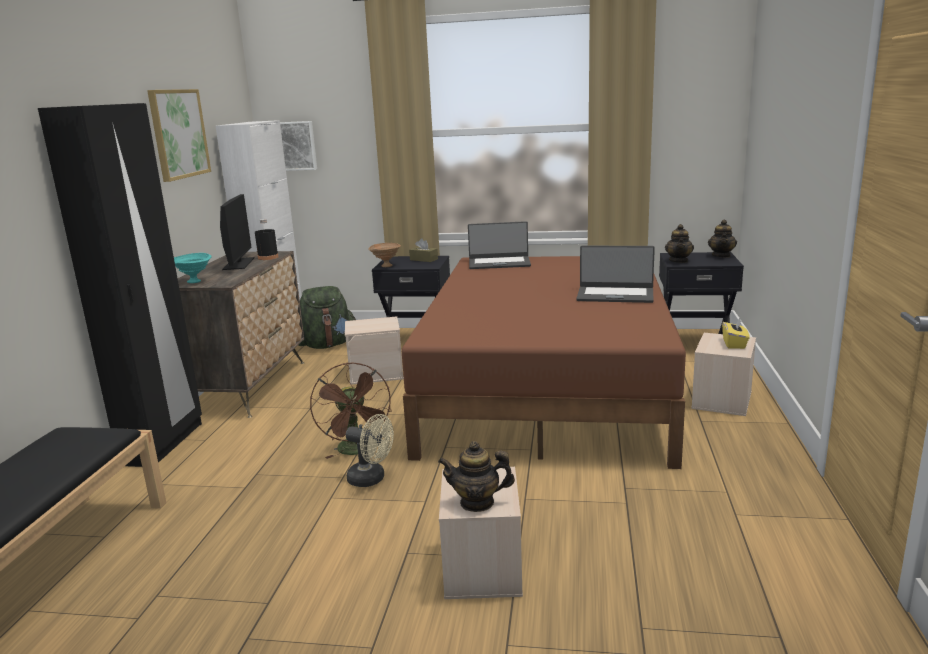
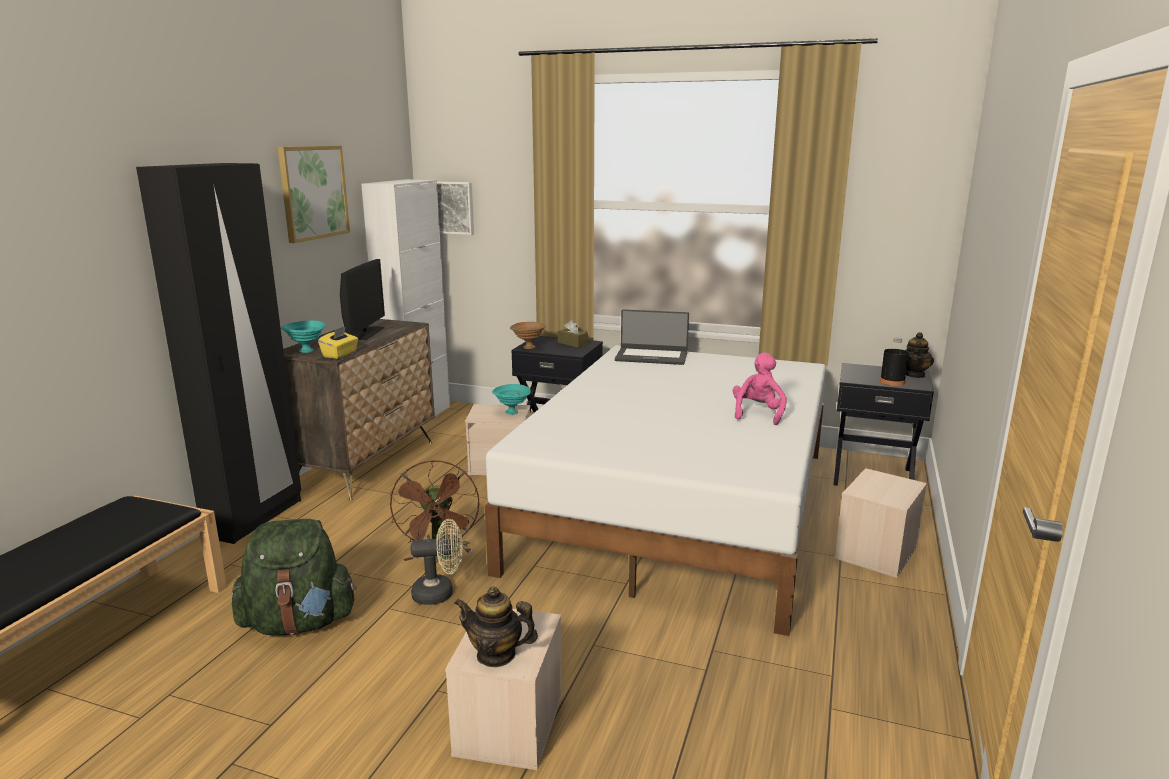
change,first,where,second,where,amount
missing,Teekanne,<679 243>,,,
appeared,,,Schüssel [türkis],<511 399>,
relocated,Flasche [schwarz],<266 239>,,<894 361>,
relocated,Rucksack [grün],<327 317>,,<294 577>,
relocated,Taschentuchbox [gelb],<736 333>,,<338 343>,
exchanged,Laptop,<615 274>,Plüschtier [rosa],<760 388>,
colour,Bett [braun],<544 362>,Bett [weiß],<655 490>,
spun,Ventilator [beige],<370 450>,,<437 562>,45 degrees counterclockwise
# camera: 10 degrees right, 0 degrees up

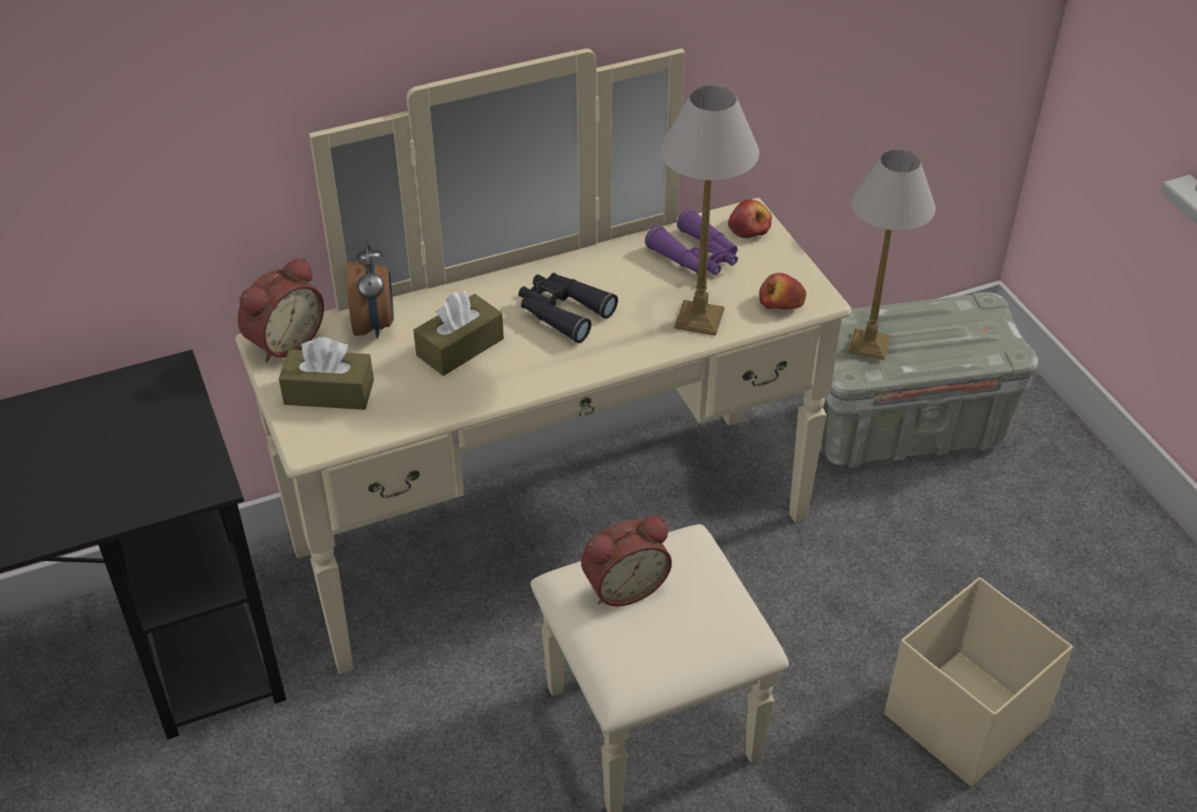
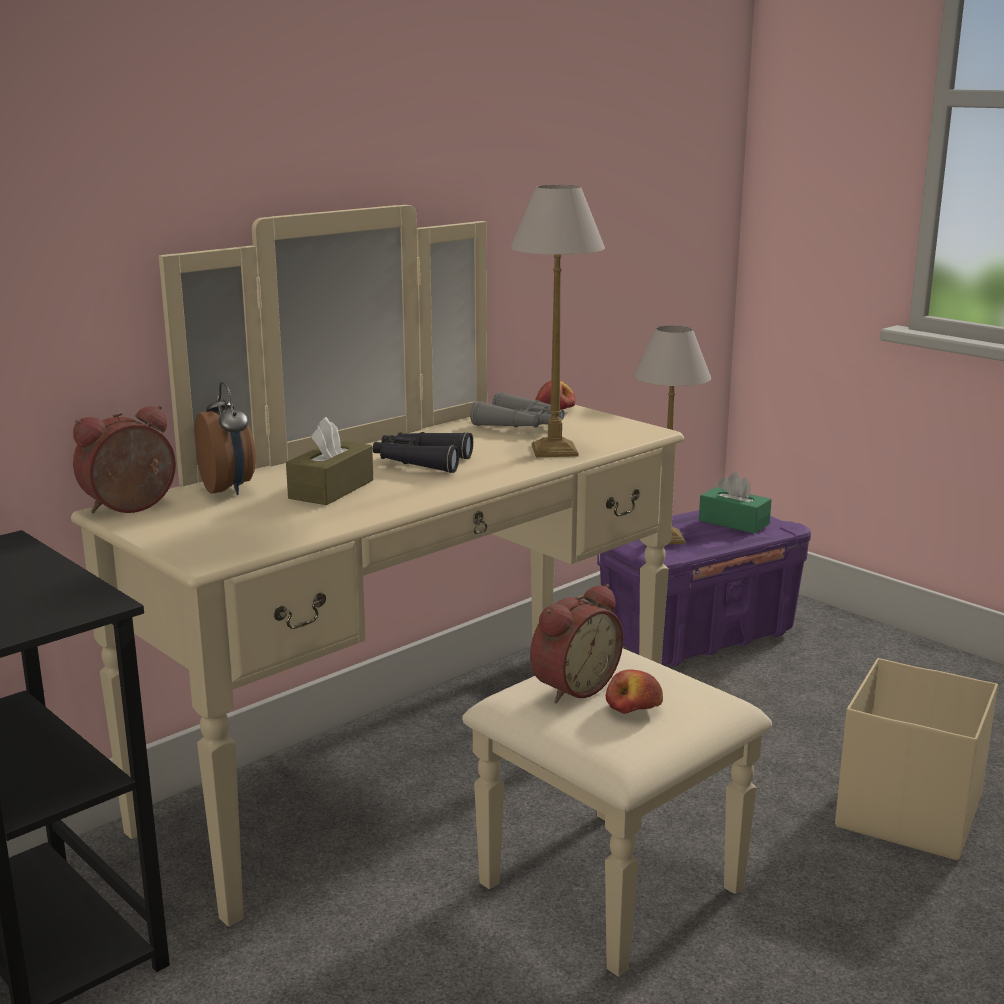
change,first,where,second,where,amount
missing,Taschentuchbox [braun],<326 373>,,,
appeared,,,Taschentuchbox [grün],<735 503>,
relocated,Apfel,<782 291>,,<634 692>,
colour,Fernglas [lila],<691 242>,Fernglas [grau],<517 410>,
colour,Aufbewahrungsbox [grau],<929 380>,Aufbewahrungsbox [lila],<704 588>,
spun,Wecker,<281 309>,,<124 459>,150 degrees counterclockwise
# camera: 20 degrees left, 25 degrees down

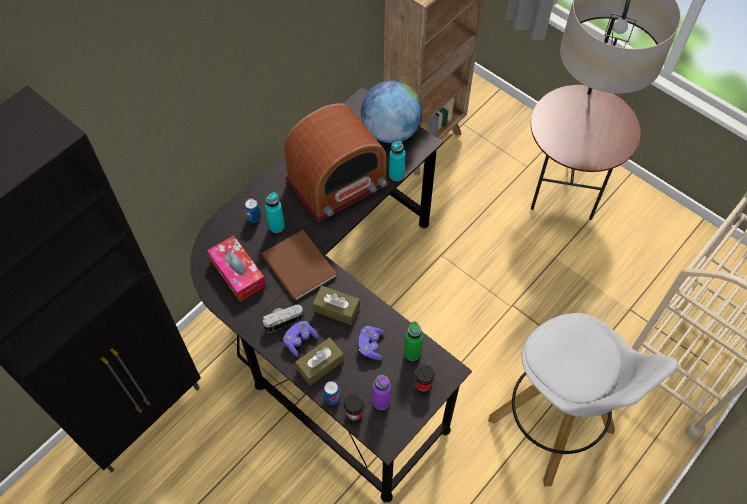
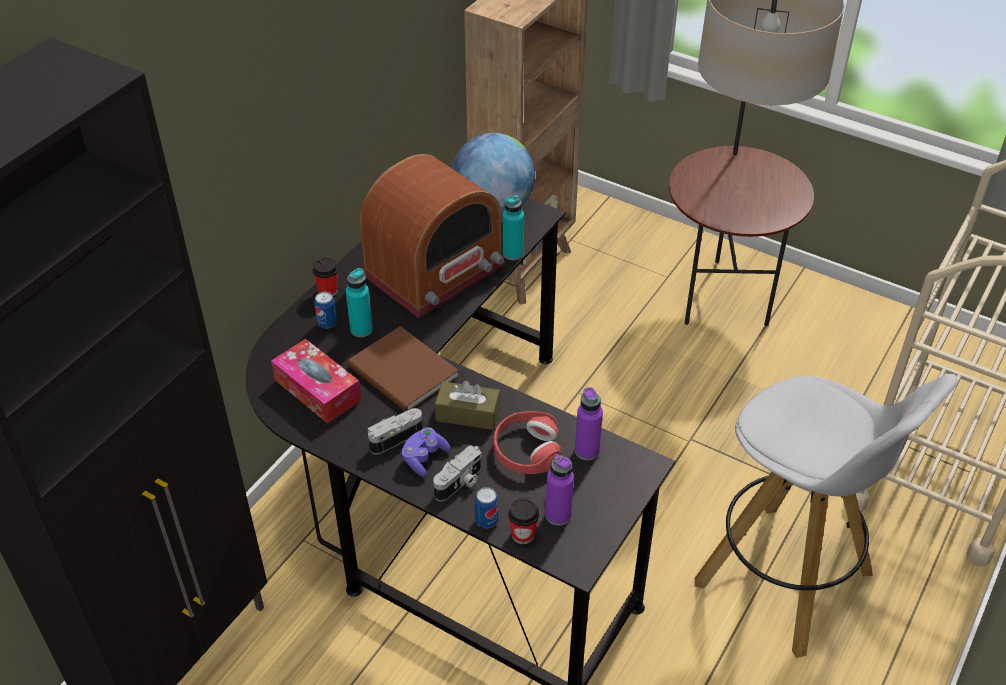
change,first,where,second,where,amount
relocated,Tasse,<424 378>,,<325 277>,
exchanged,Taschentuchbox [braun],<319 361>,Kamera,<457 473>,
exchanged,Gamepad [lila],<372 343>,Kopfhörer [rot],<528 442>,
colour,Flasche [grün],<413 341>,Flasche [lila],<589 423>,
# camera: 10 degrees left, 15 degrees down

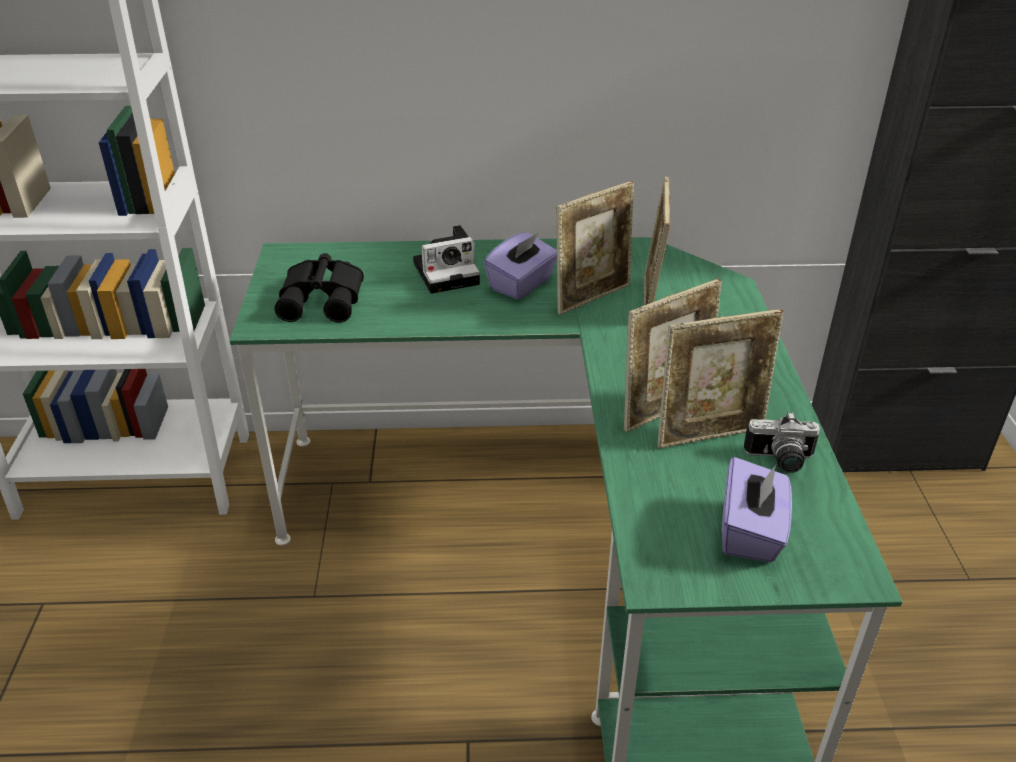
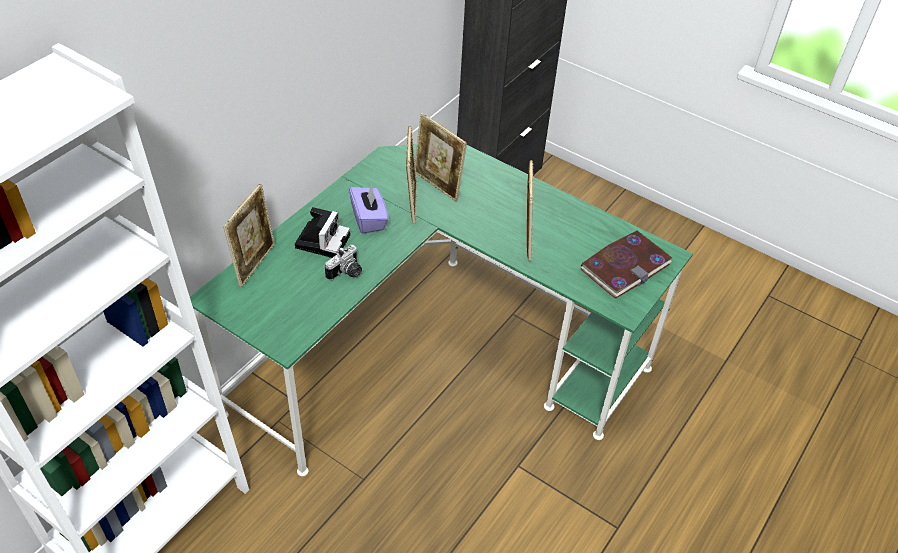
change,first,where,second,where,amount
missing,Fernglas [schwarz],<319 288>,,,
relocated,Bilderrahmen,<720 379>,,<249 235>,
relocated,Kamera,<782 442>,,<343 262>,
exchanged,Taschentuchbox [lila],<757 509>,Buch,<626 265>,
# camera: 55 degrees left, 10 degrees up

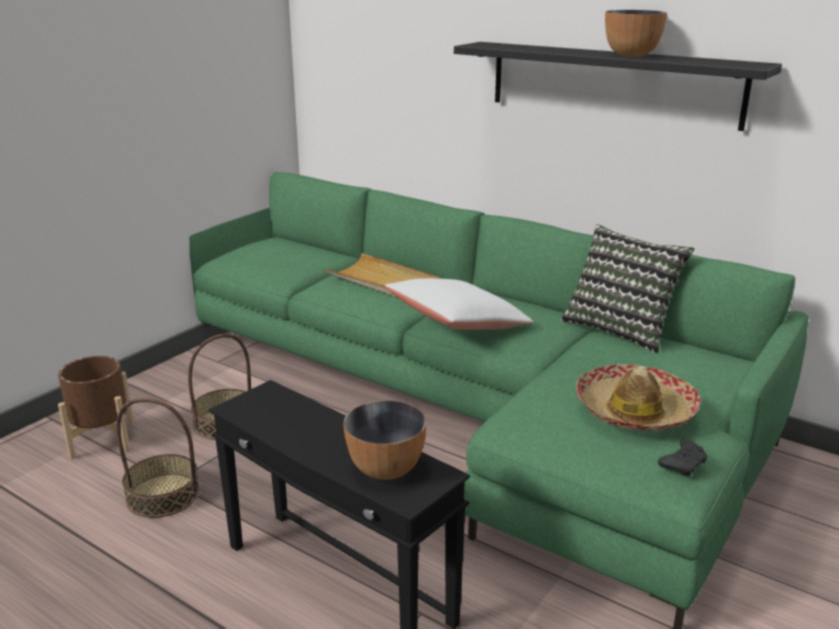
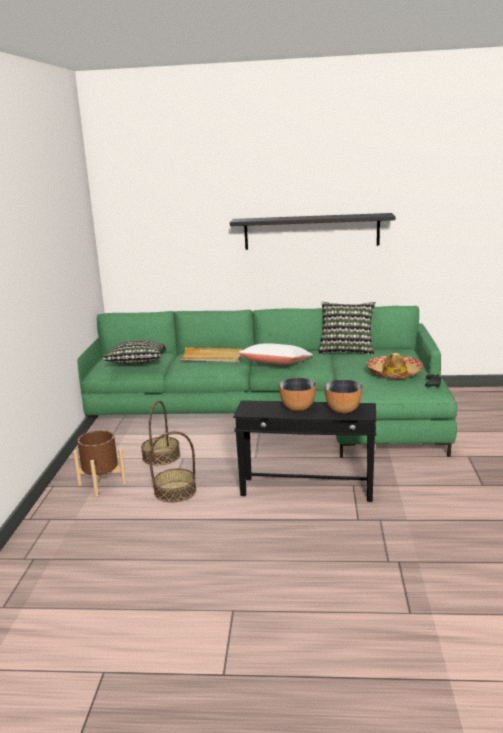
change,first,where,second,where,amount
appeared,,,Kissen,<134 352>,
relocated,Schüssel,<636 33>,,<297 394>,
# camera: 30 degrees left, 5 degrees down

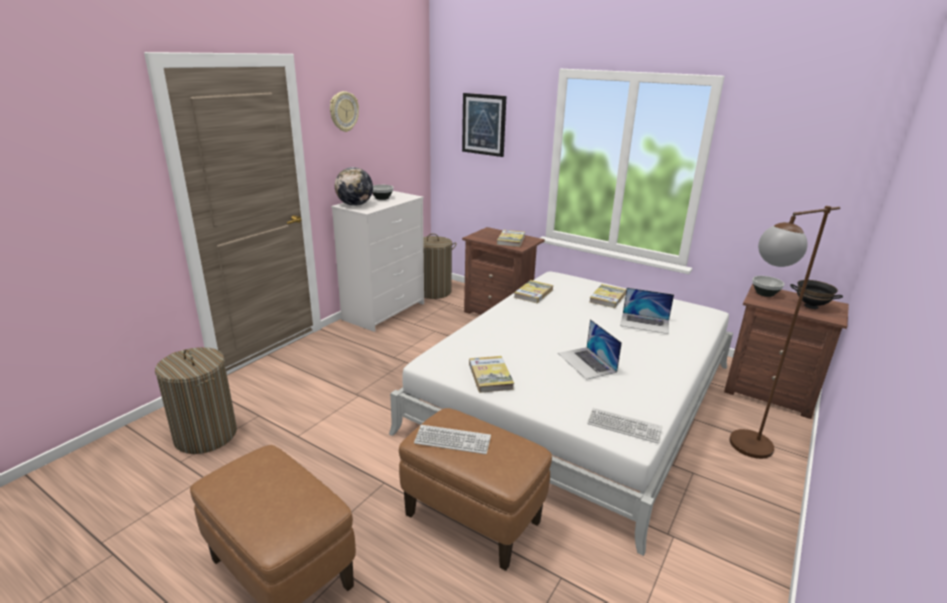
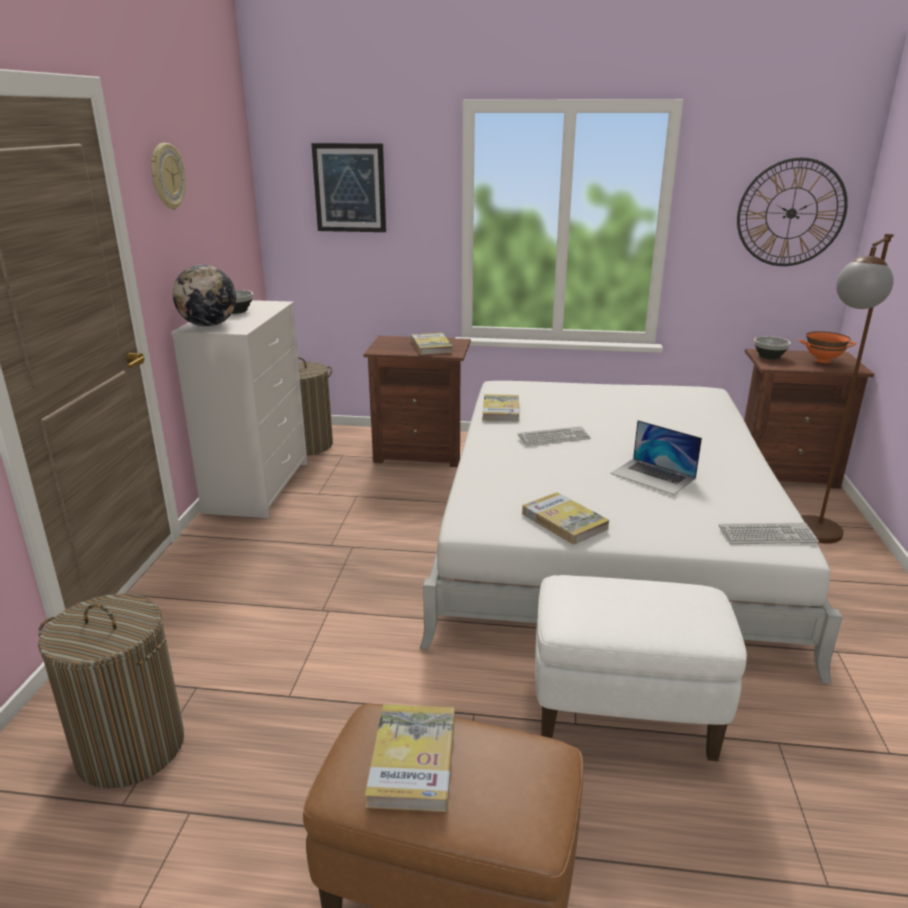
change,first,where,second,where,amount
missing,Laptop,<647 311>,,,
appeared,,,Wanduhr,<792 211>,
relocated,Tastatur,<452 439>,,<554 436>,
relocated,Buch,<608 296>,,<410 758>,
colour,Polsterhocker [braun],<475 489>,Polsterhocker [weiß],<641 668>,
colour,Schüssel [schwarz],<816 294>,Schüssel [orange],<827 347>,
# camera: 25 degrees left, 0 degrees up

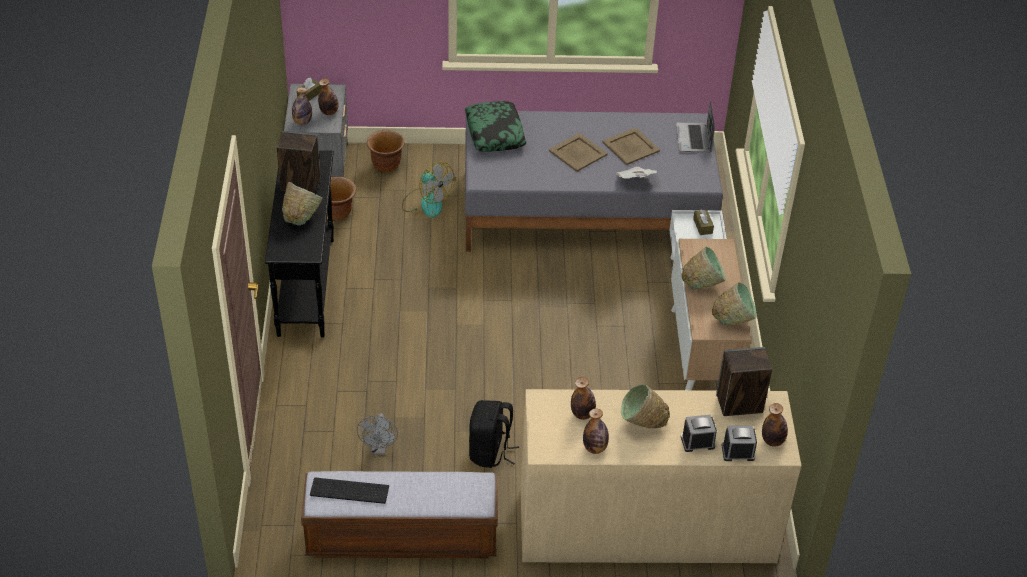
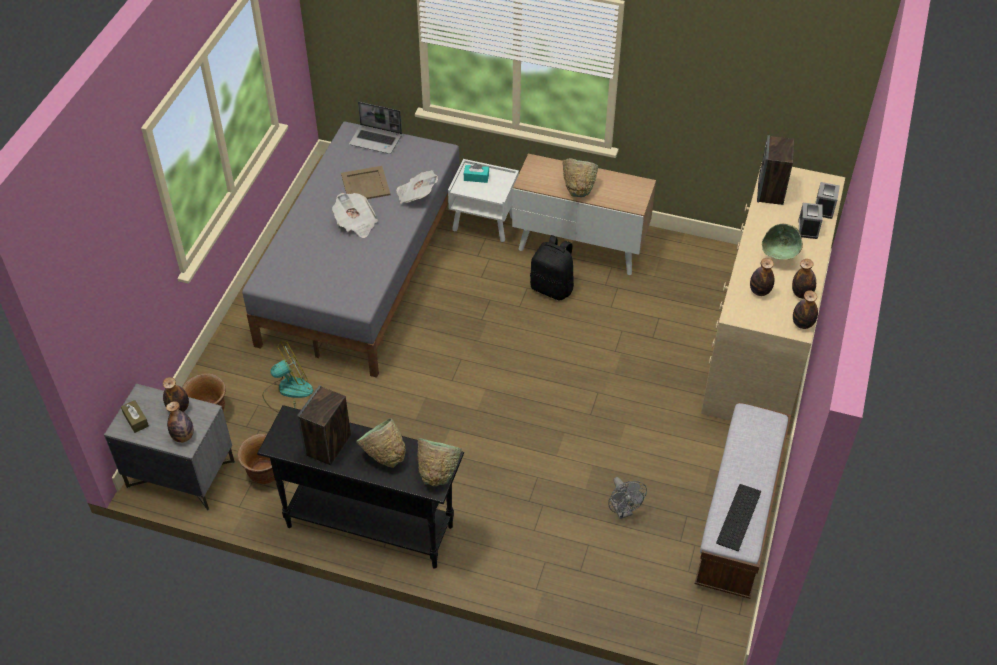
change,first,where,second,where,amount
missing,Kissen,<495 126>,,,
relocated,Rucksack [schwarz],<494 434>,,<552 267>,
relocated,Schüssel [grün],<734 303>,,<439 462>,
relocated,Flasche,<775 425>,,<805 309>,
exchanged,Tablett [beige],<578 152>,Zeitung,<355 215>,
colour,Taschentuchbox [braun],<703 222>,Taschentuchbox [türkis],<476 173>,
spun,Ventilator [grau],<377 434>,,<627 498>,45 degrees clockwise
# camera: 70 degrees left, 5 degrees up

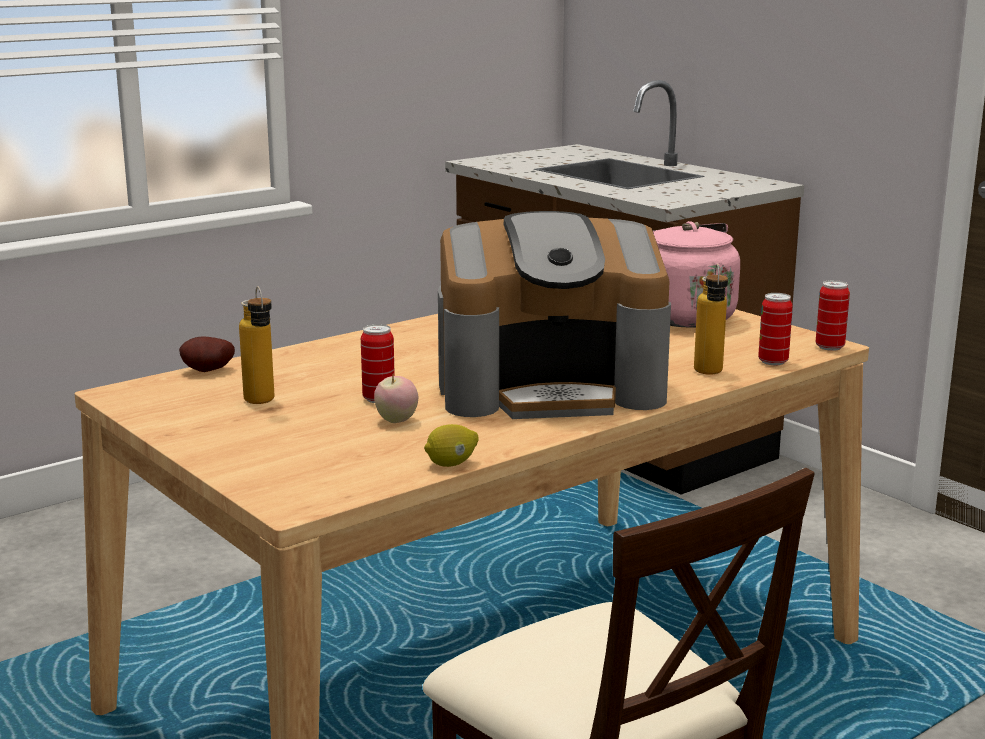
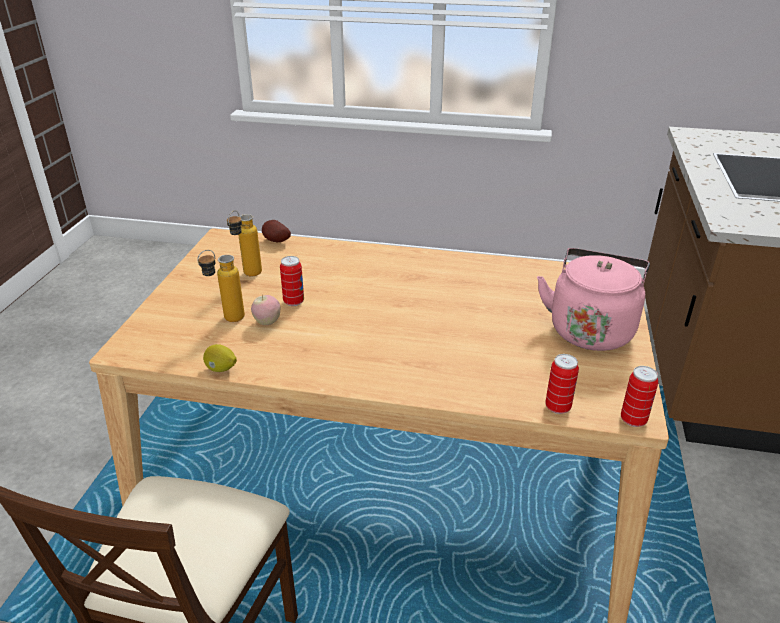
change,first,where,second,where,amount
missing,Kaffeemaschine,<554 315>,,,
relocated,Flasche,<711 319>,,<221 286>,
# camera: 50 degrees right, 15 degrees up

